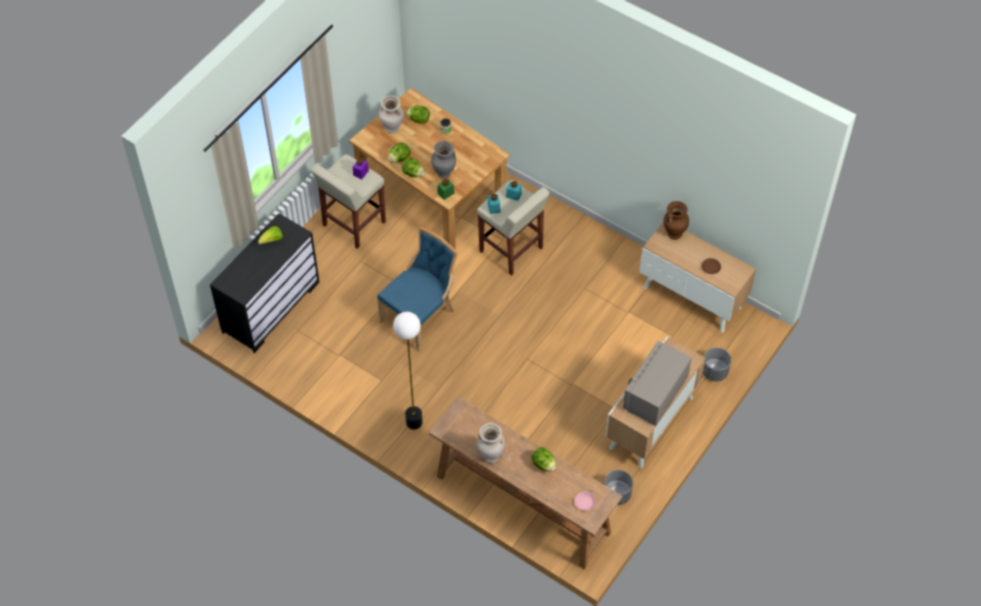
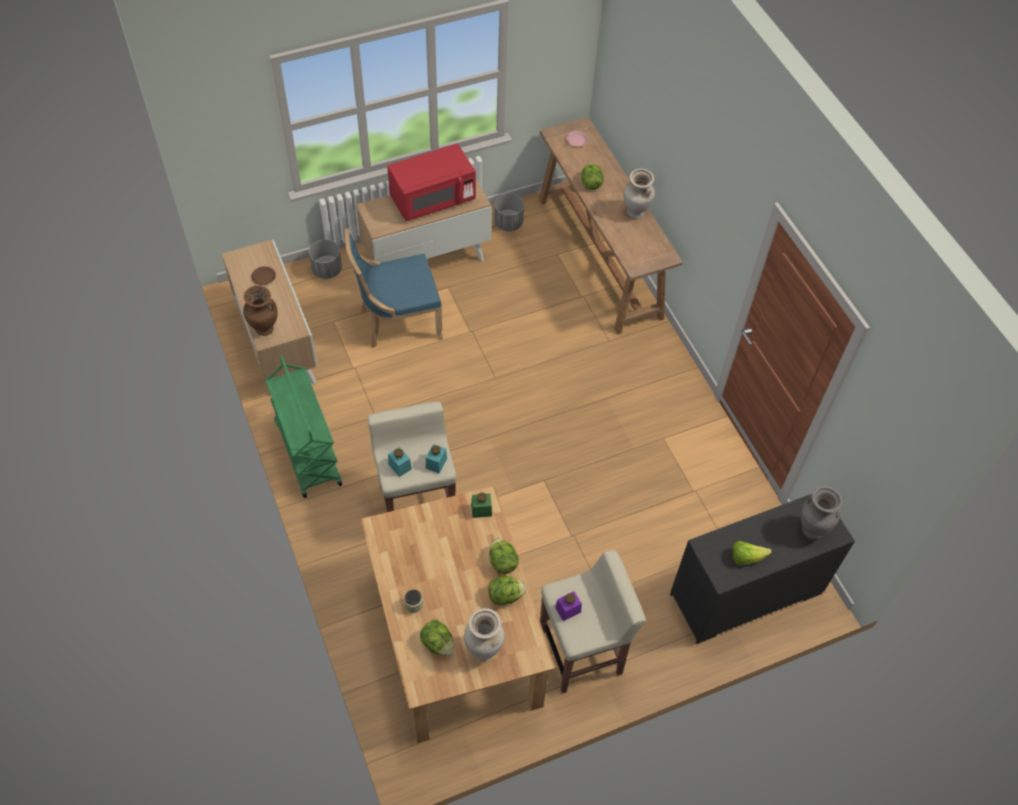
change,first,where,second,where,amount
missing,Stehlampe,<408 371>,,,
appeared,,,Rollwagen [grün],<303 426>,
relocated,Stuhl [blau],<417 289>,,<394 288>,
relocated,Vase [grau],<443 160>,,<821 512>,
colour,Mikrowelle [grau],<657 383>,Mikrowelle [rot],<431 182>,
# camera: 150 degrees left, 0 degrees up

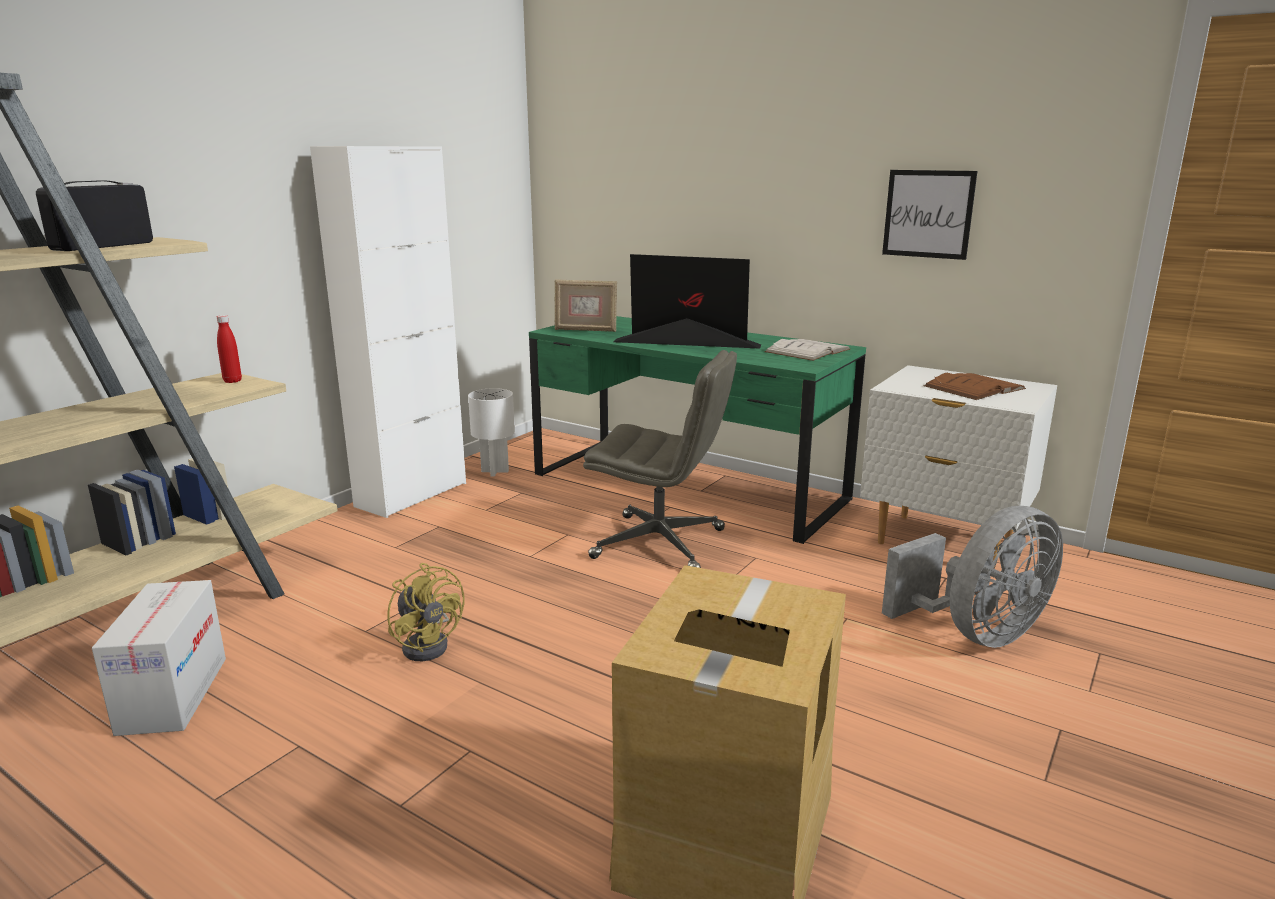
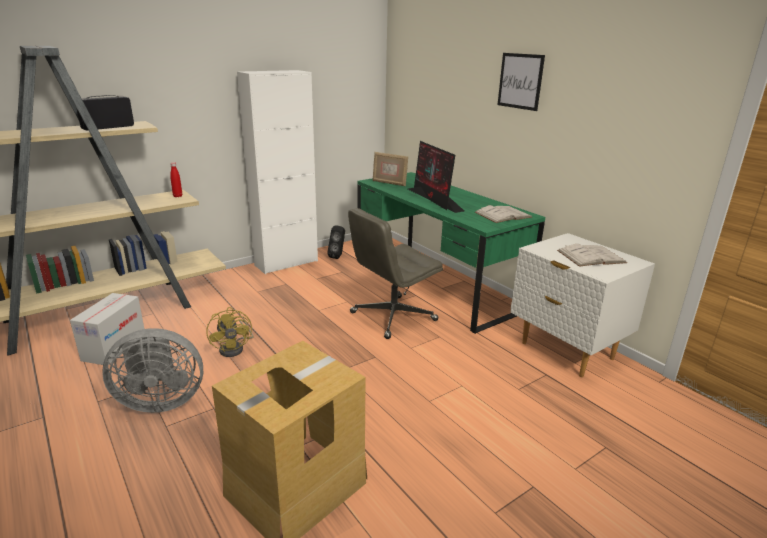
change,first,where,second,where,amount
relocated,Bild,<929 215>,,<521 82>,
relocated,Ventilator [grau],<972 577>,,<152 370>,
exchanged,Tischlampe [weiß],<491 432>,Lautsprecher [schwarz],<336 242>,
colour,Buch [braun],<975 386>,Buch [weiß],<592 255>,
spun,Bürostuhl [grau],<660 459>,,<395 273>,105 degrees clockwise
spun,Monitor,<687 301>,,<436 177>,150 degrees counterclockwise
# camera: 20 degrees right, 5 degrees up

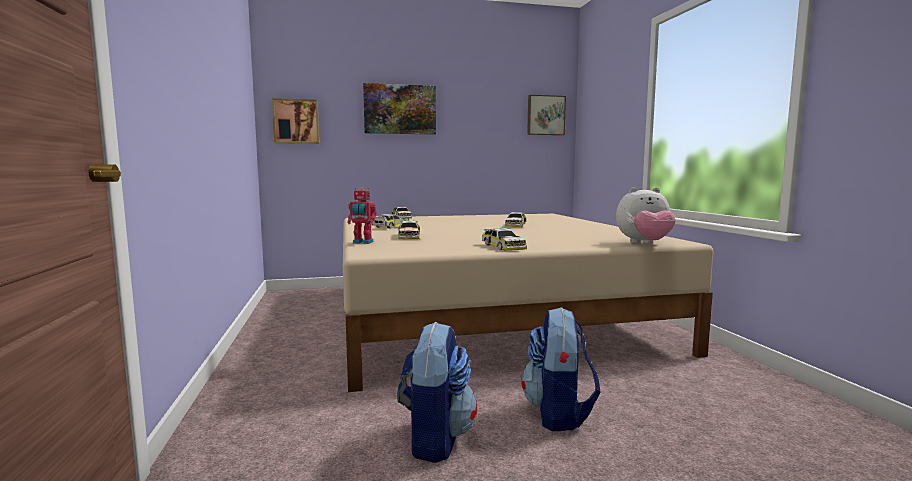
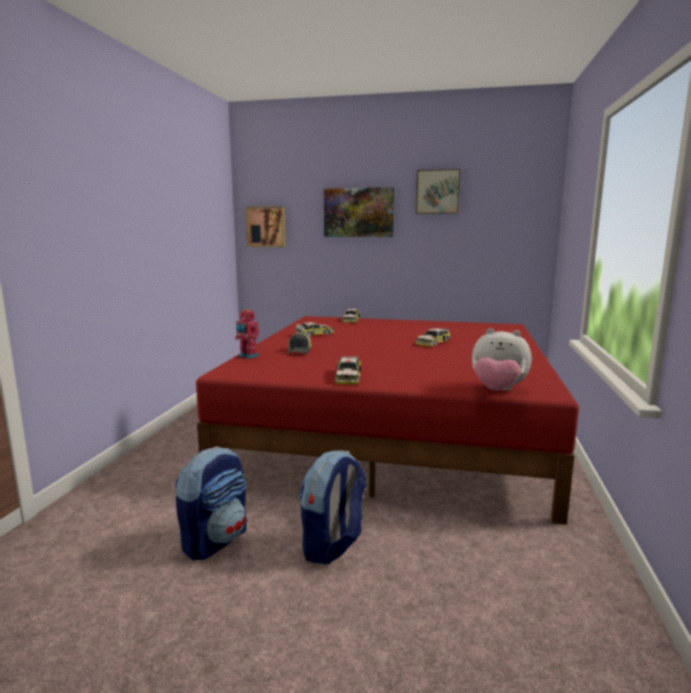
change,first,where,second,where,amount
relocated,Bild,<546 115>,,<438 191>,
exchanged,Spielzeugauto,<409 230>,Kappe,<299 343>,
colour,Bett [beige],<528 303>,Bett [rot],<387 420>,
# camera: 25 degrees right, 5 degrees up

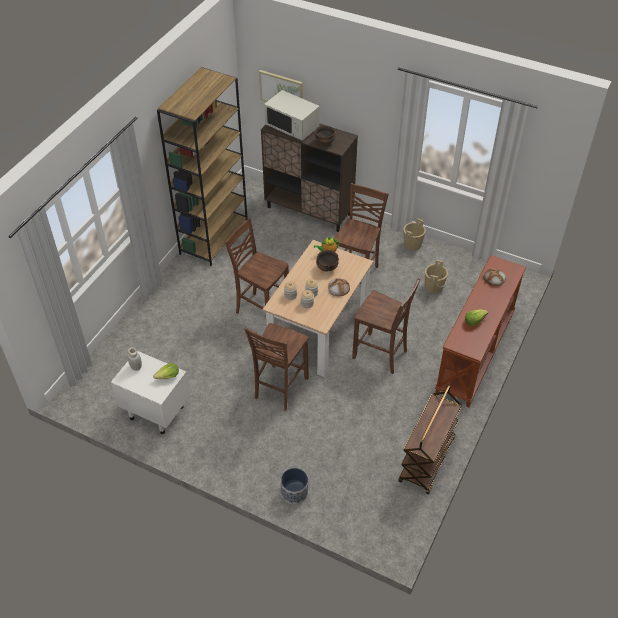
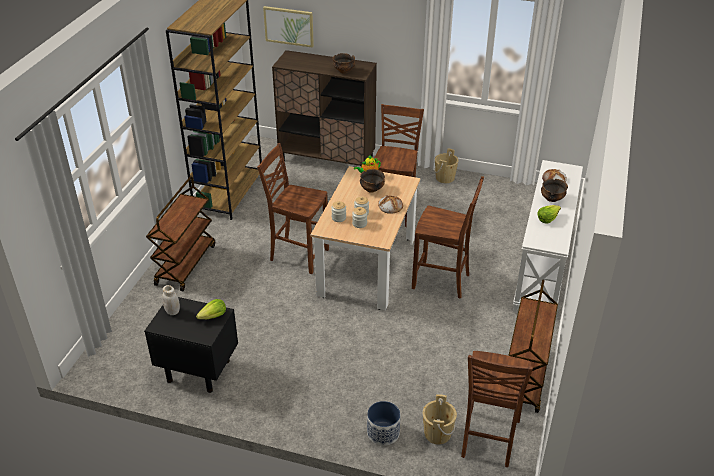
change,first,where,second,where,amount
missing,Mikrowelle [weiß],<292 115>,,,
appeared,,,Rollwagen [braun],<180 233>,
appeared,,,Schüssel,<554 190>,
relocated,Stuhl [braun],<276 367>,,<497 409>,
relocated,Eimer [beige],<436 277>,,<439 419>,
colour,Nachttisch [weiß],<150 392>,Nachttisch [schwarz],<191 345>,
colour,Konsolentisch [braun],<480 331>,Konsolentisch [weiß],<548 236>,
# camera: 10 degrees left, 10 degrees down

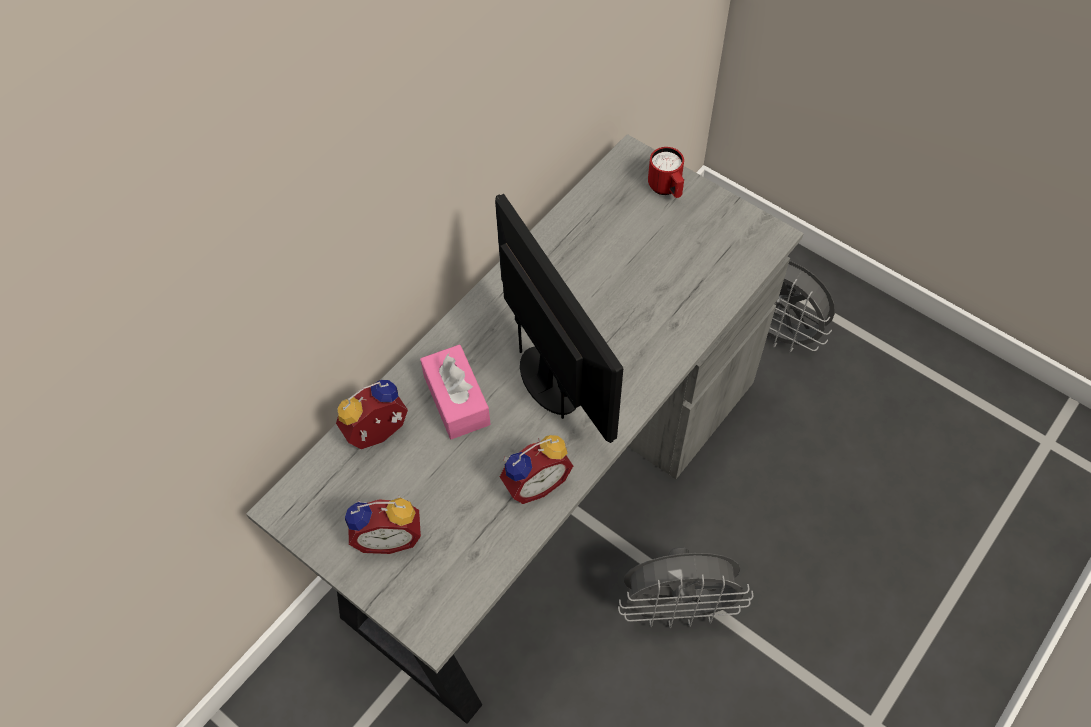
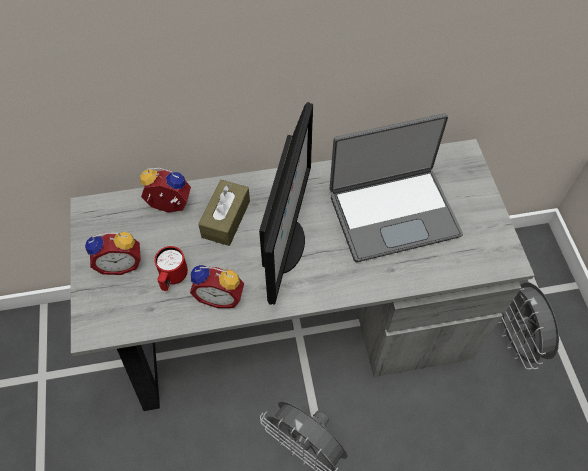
change,first,where,second,where,amount
appeared,,,Laptop,<396 187>,
relocated,Henkelbecher [rot],<666 172>,,<171 268>,
colour,Taschentuchbox [rosa],<455 392>,Taschentuchbox [braun],<224 213>,
spun,Wecker,<383 525>,,<113 253>,45 degrees counterclockwise
# camera: 40 degrees right, 0 degrees up

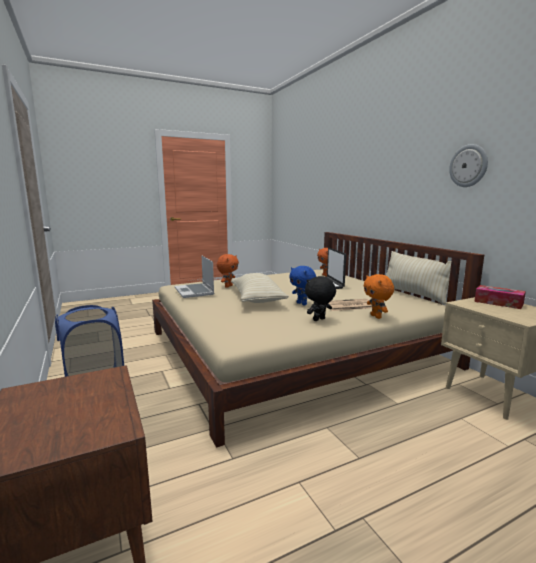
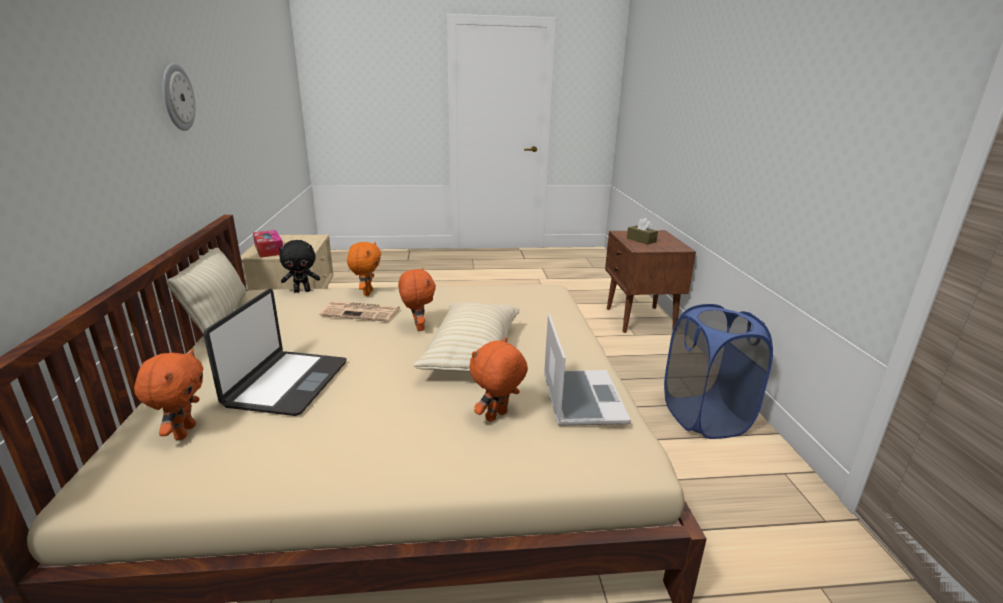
change,first,where,second,where,amount
appeared,,,Taschentuchbox [braun],<642 231>,
relocated,Plüschtier [schwarz],<320 298>,,<299 266>,
colour,Plüschtier [blau],<302 285>,Plüschtier [orange],<417 299>,
# camera: 160 degrees left, 10 degrees up

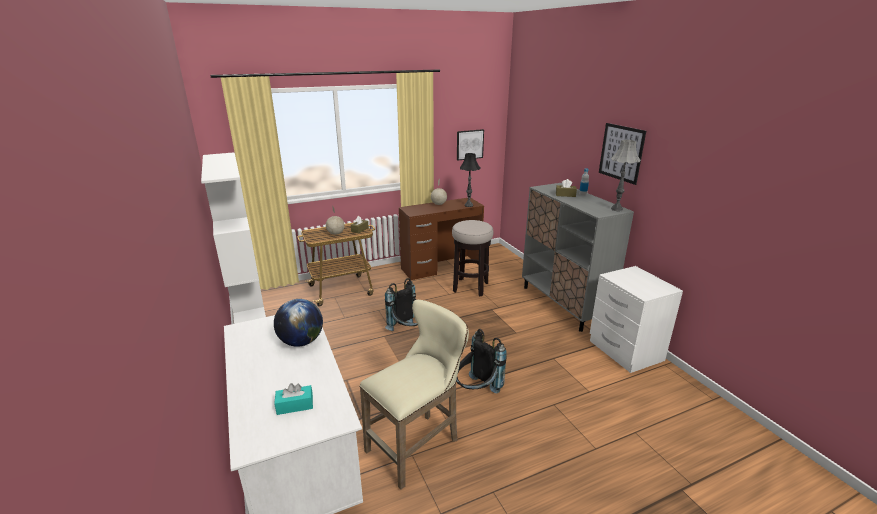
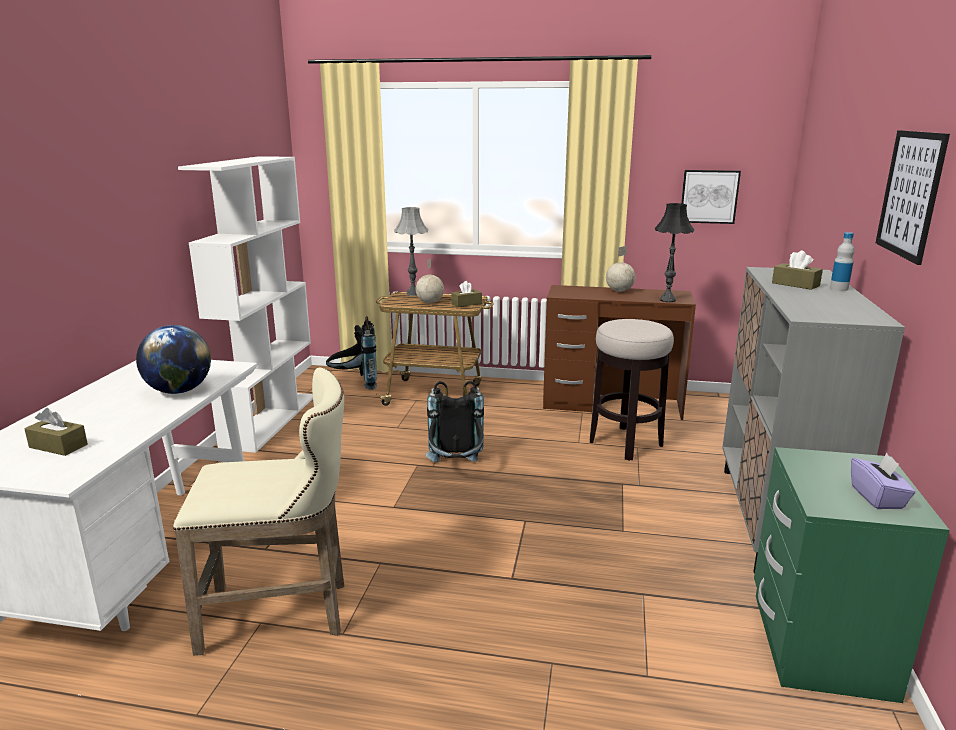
change,first,where,second,where,amount
appeared,,,Taschentuchbox [lila],<883 481>,
relocated,Rucksack [schwarz],<481 361>,,<351 353>,
relocated,Tischlampe [grau],<626 175>,,<411 251>,
colour,Taschentuchbox [türkis],<293 399>,Taschentuchbox [braun],<56 432>,
colour,Nachttisch [weiß],<636 319>,Nachttisch [grün],<851 575>,
# camera: 35 degrees right, 5 degrees down

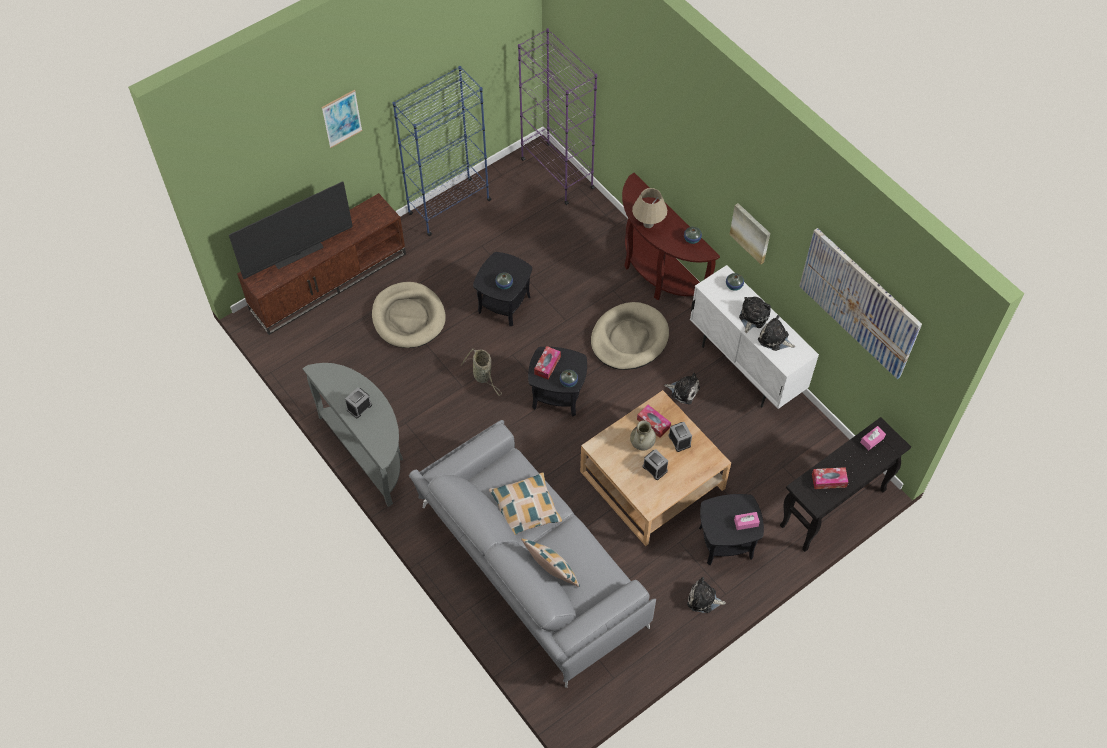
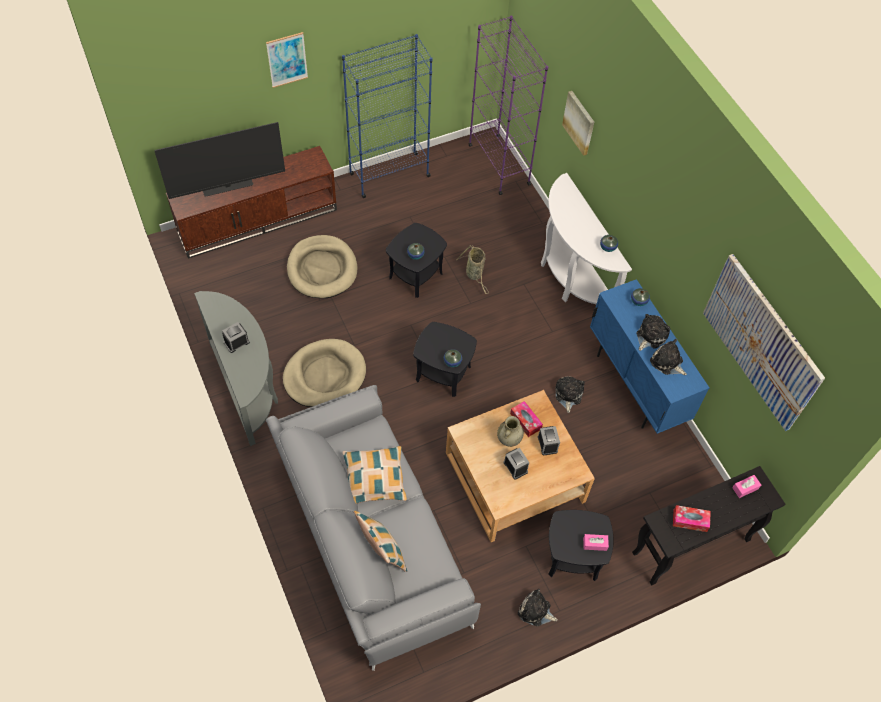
change,first,where,second,where,amount
missing,Taschentuchbox,<547 363>,,,
missing,Tischlampe [beige],<649 208>,,,
relocated,Korb,<481 372>,,<473 269>,
relocated,Hundebett [beige],<630 336>,,<324 373>,
relocated,Bild,<749 233>,,<578 123>,
colour,Konsolentisch [braun],<671 236>,Konsolentisch [weiß],<586 238>,
colour,Schrank [weiß],<754 337>,Schrank [blau],<649 356>,
spun,Plüschtier,<682 388>,,<570 394>,120 degrees counterclockwise
# camera: 10 degrees right, 0 degrees up

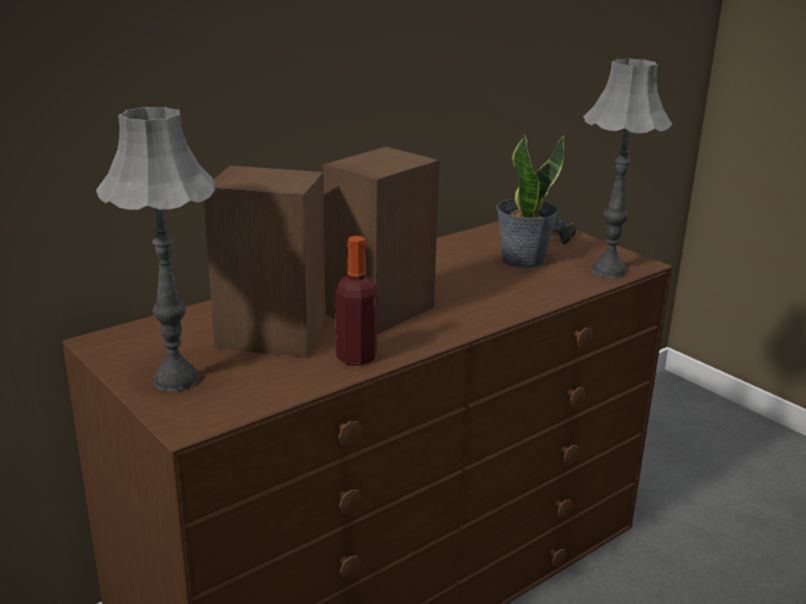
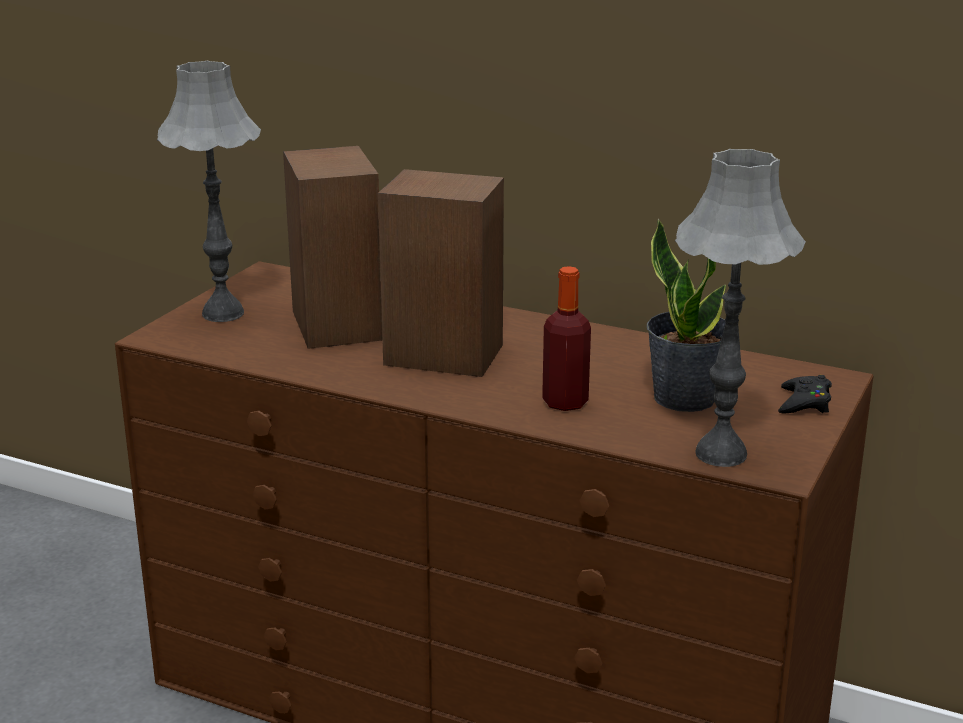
change,first,where,second,where,amount
relocated,Flasche,<356 300>,,<566 338>,
# camera: 65 degrees right, 0 degrees up

